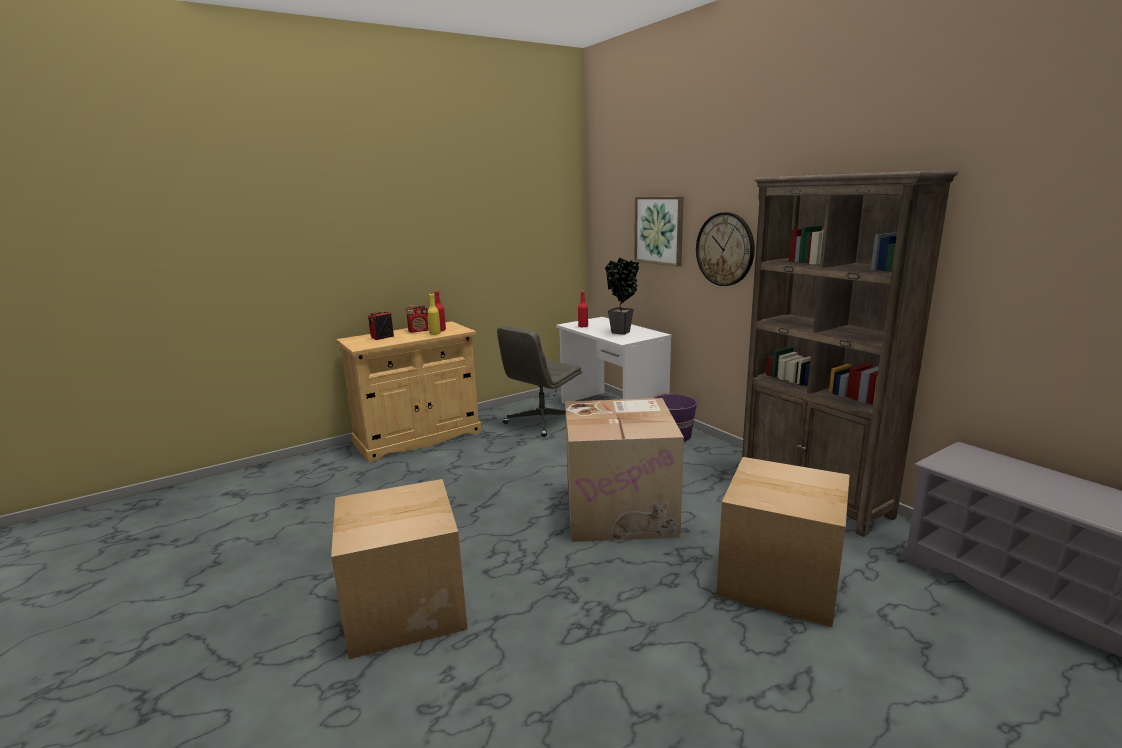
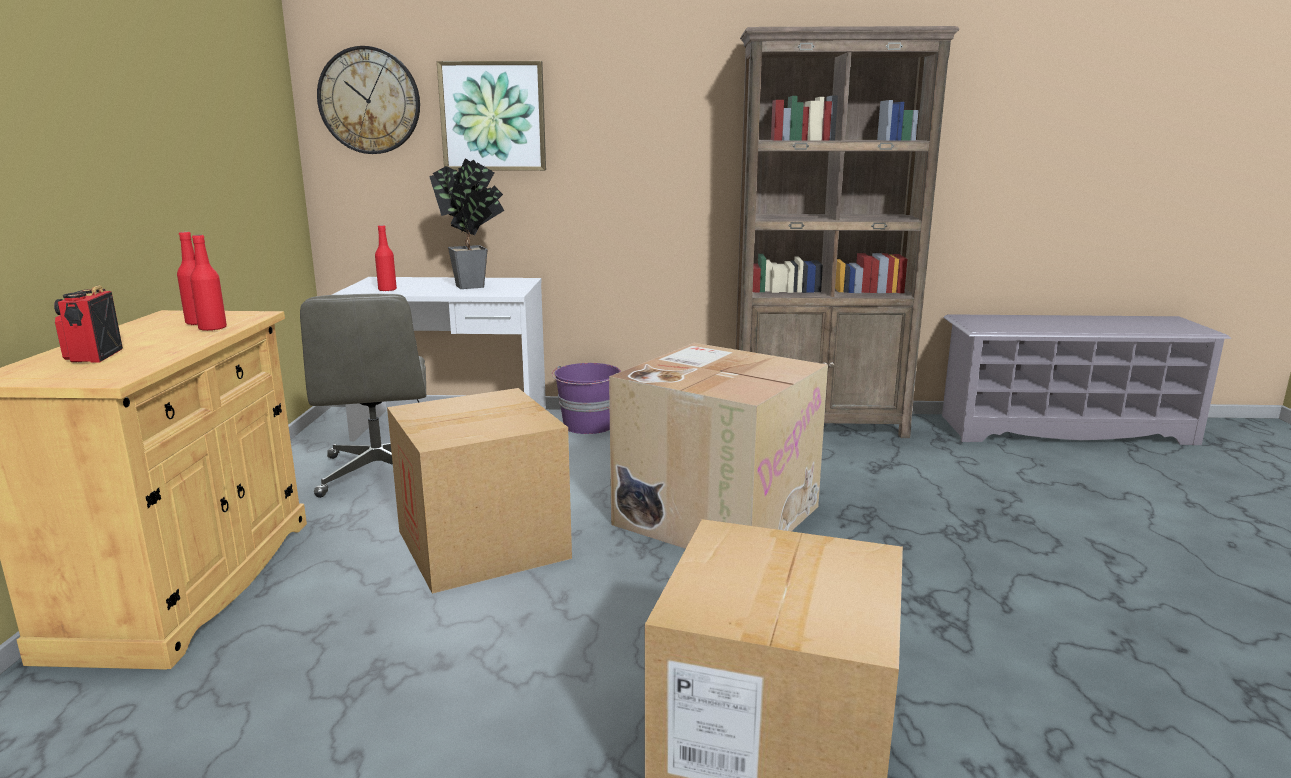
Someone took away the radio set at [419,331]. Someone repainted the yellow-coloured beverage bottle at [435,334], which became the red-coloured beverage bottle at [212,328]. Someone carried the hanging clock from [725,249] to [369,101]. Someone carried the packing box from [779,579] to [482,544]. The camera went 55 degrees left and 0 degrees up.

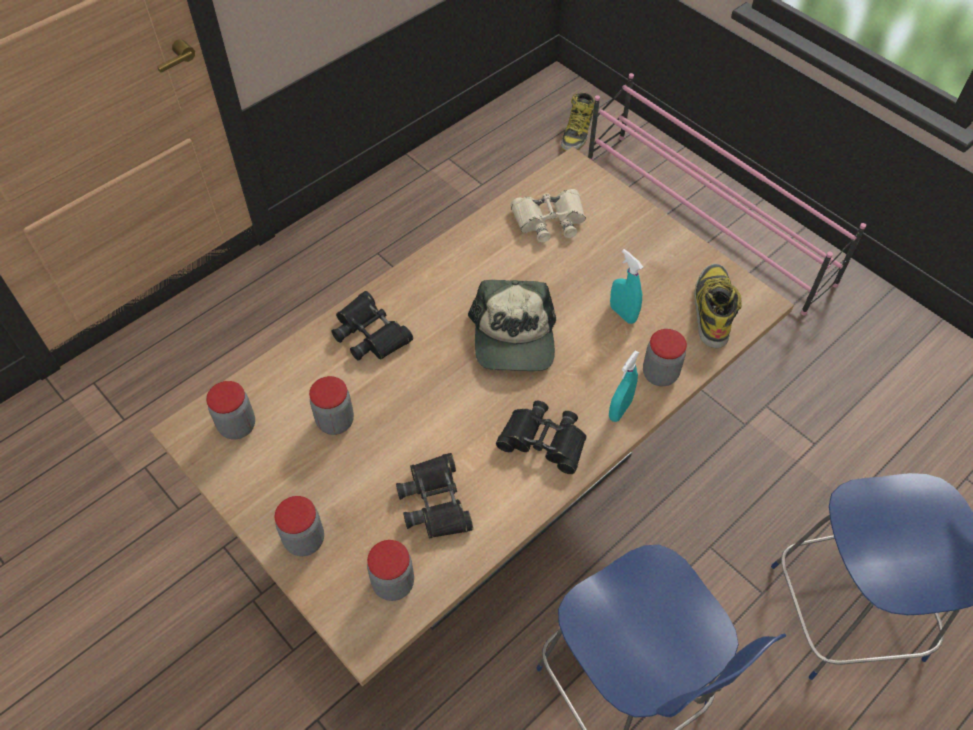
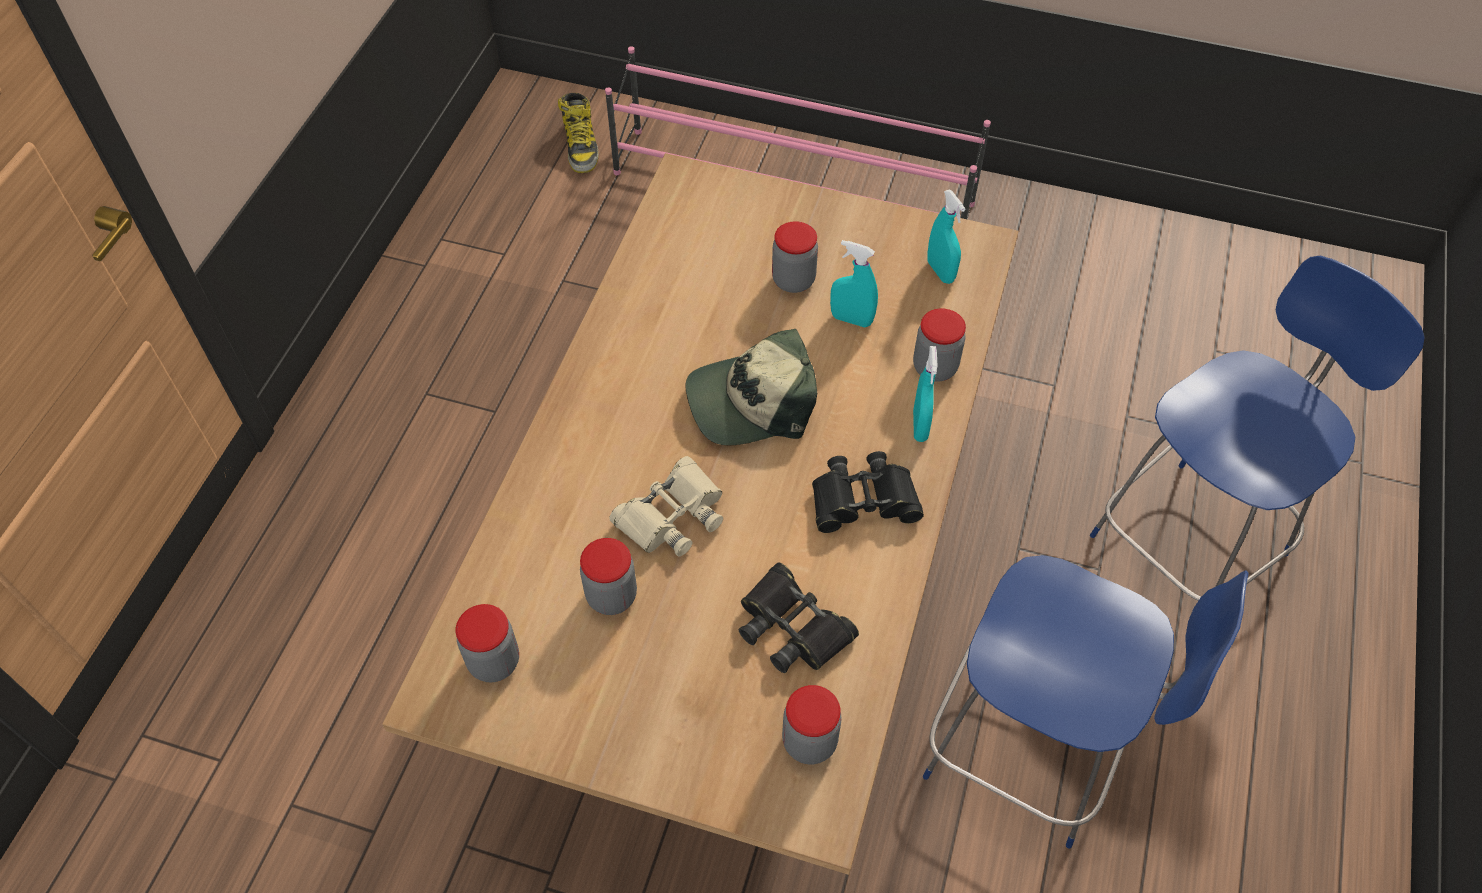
Someone carried the preserve jar from [304,540] to [793,280]. Someone took away the blackish field glasses at [370,333]. Someone rotated the cap at [514,338] by 105 degrees clockwise. Someone carried the beige-coloured field glasses from [549,220] to [672,515]. Someone swapped the high-top boot at [712,308] for the blue-green sprayer at [940,271]. The camera went 30 degrees left and 0 degrees up.

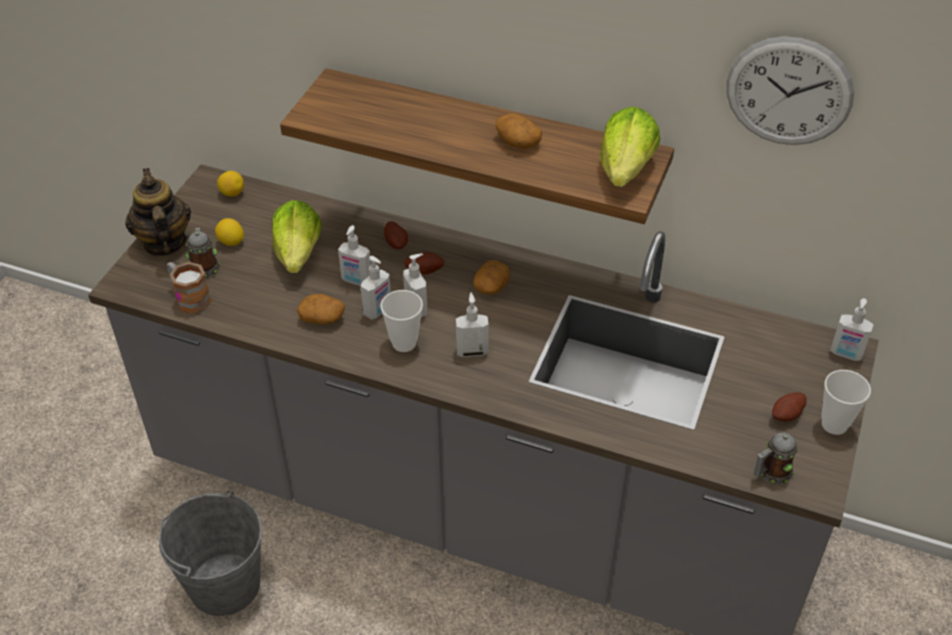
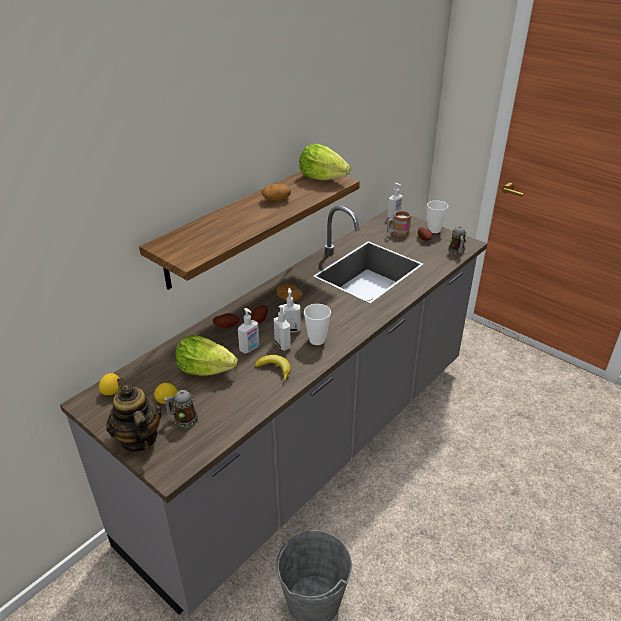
Someone rotated the teapot at [164,243] by 60 degrees clockwise. Someone carried the mug from [189,297] to [397,233]. Someone swapped the whole potato at [322,318] for the banana at [275,369]. Someone took away the soap dispenser at [472,351]. Someone took away the hanging clock at [789,92]. The camera went 70 degrees left and 10 degrees down.

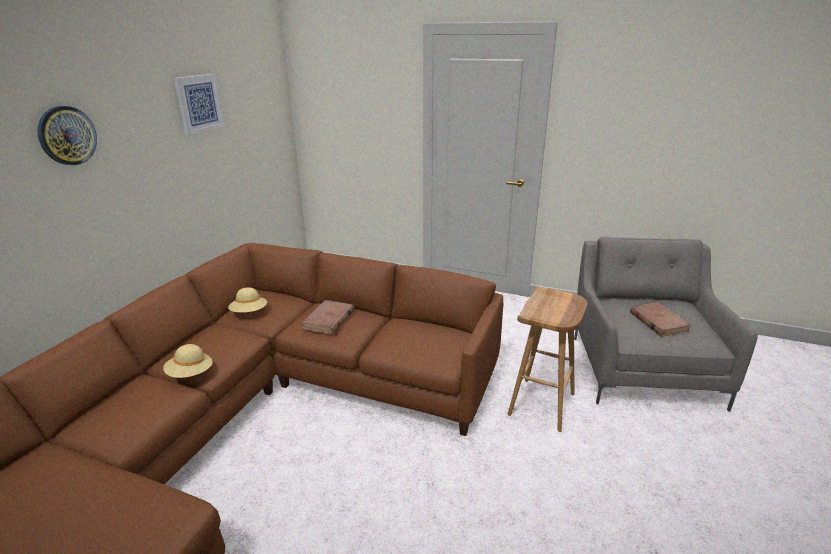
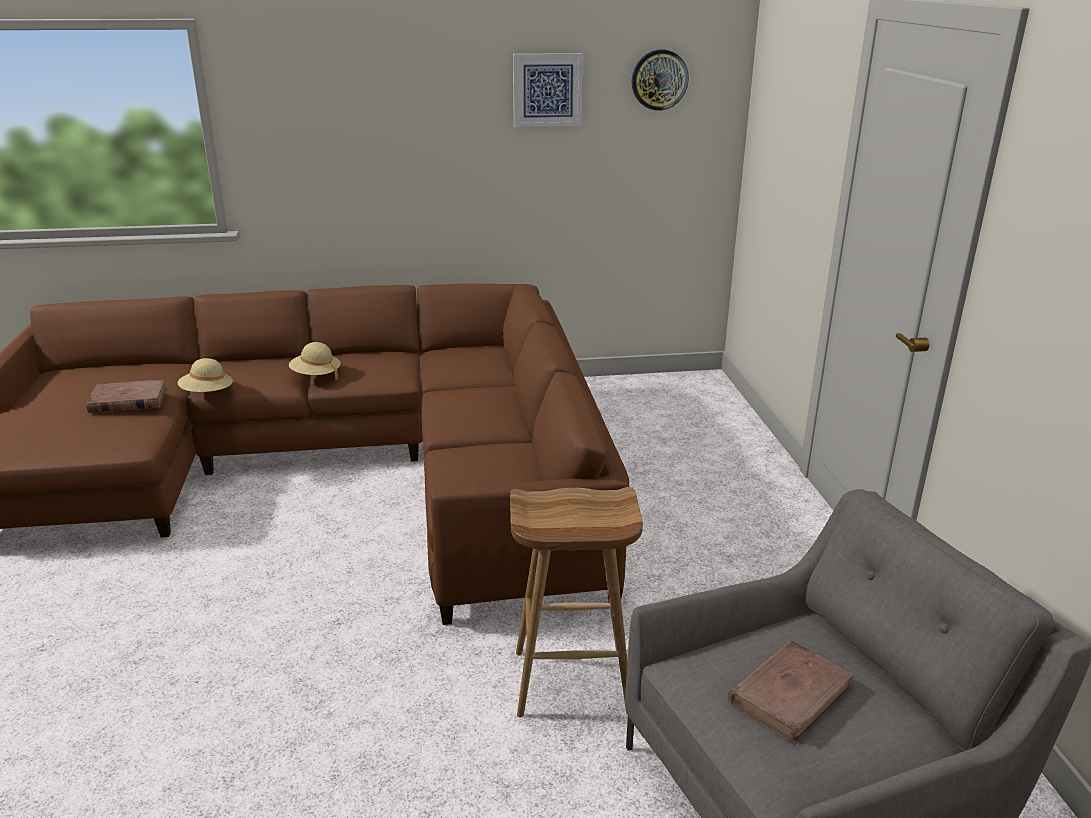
Someone carried the hanging clock from [67,135] to [659,80]. Someone carried the beige-coloured wearable hat from [249,312] to [207,393]. Someone carried the brown-coloured bound book from [329,320] to [128,400]. The camera went 60 degrees right and 0 degrees up.

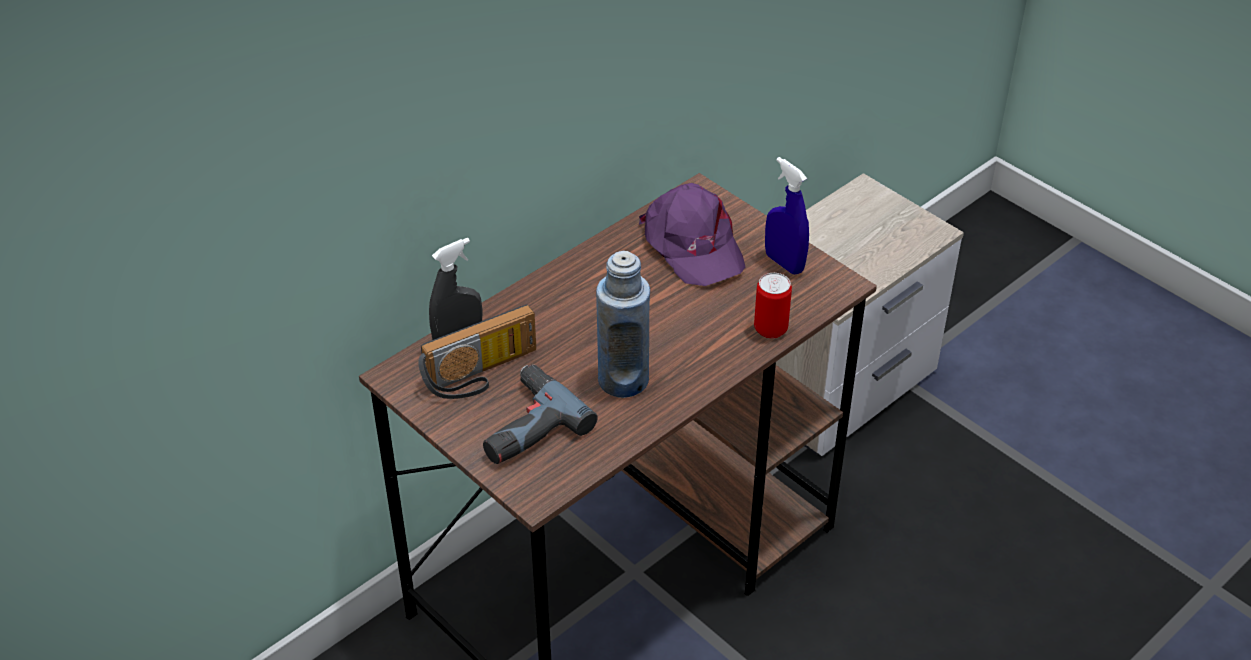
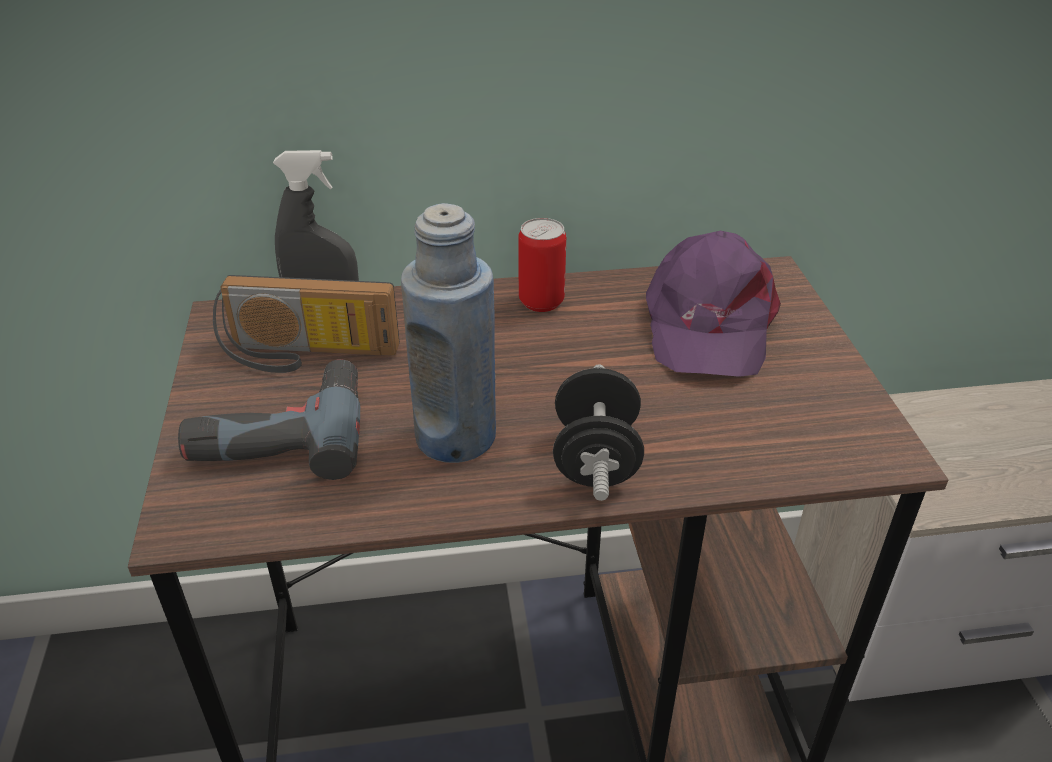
Someone carried the can from [770,329] to [541,302]. Someone took away the blue sprayer at [784,263]. Someone put down the blackish hand weight at [596,459]. The camera went 35 degrees right and 5 degrees down.

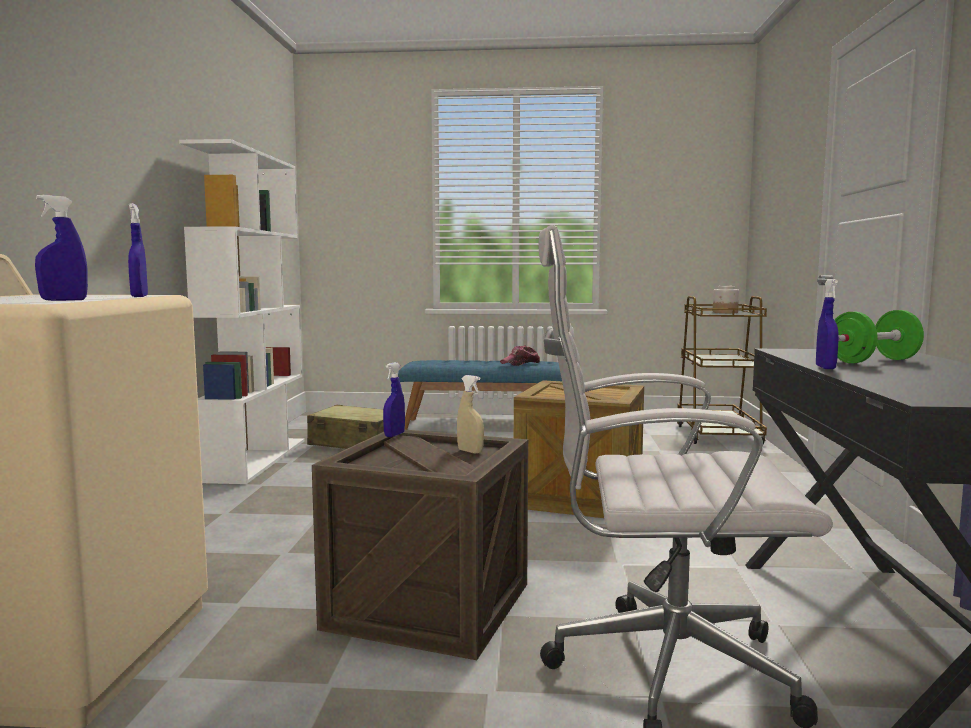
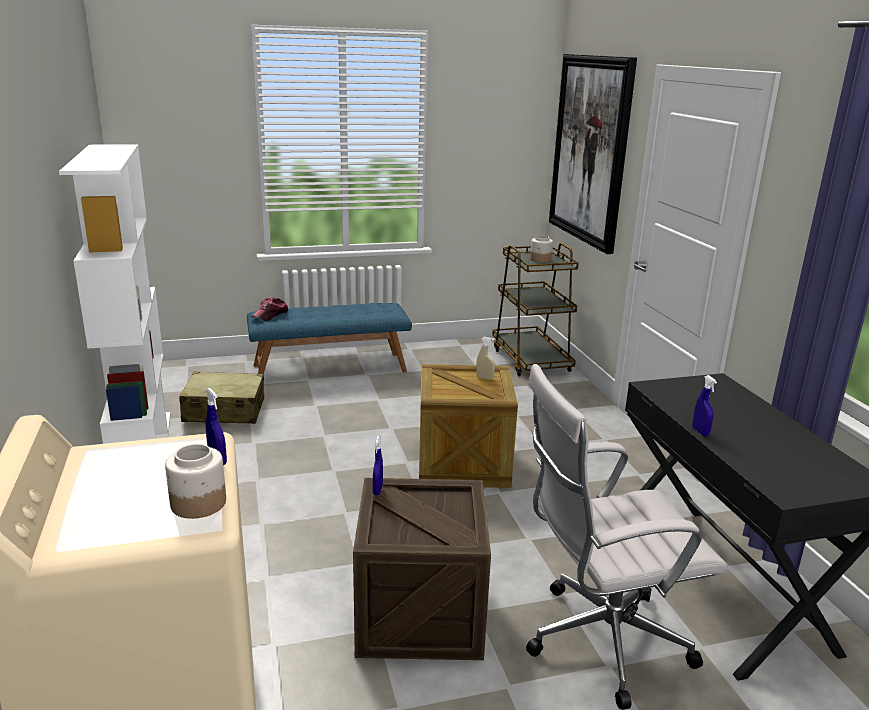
Someone swapped the blue sprayer at [64,300] for the preserve jar at [197,503]. Someone carried the beige-coloured sprayer from [470,451] to [485,378]. Someone carried the cap from [520,363] to [270,314]. Someone took away the greenish hand weight at [873,361]. Someone put up the wall art at [590,150]. The camera went 20 degrees left and 15 degrees up.

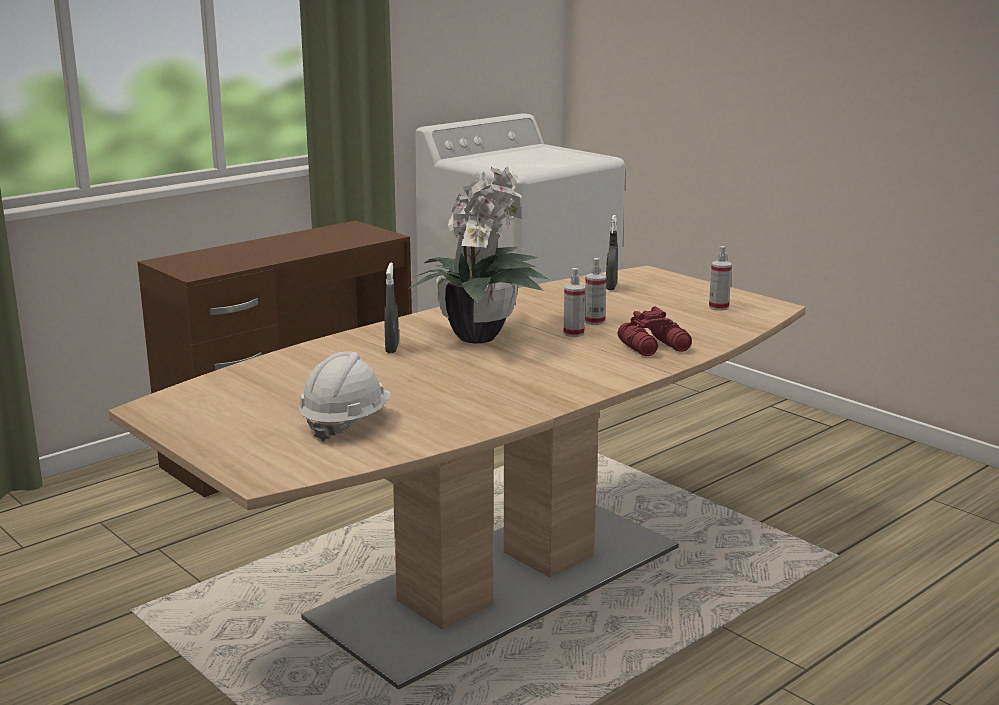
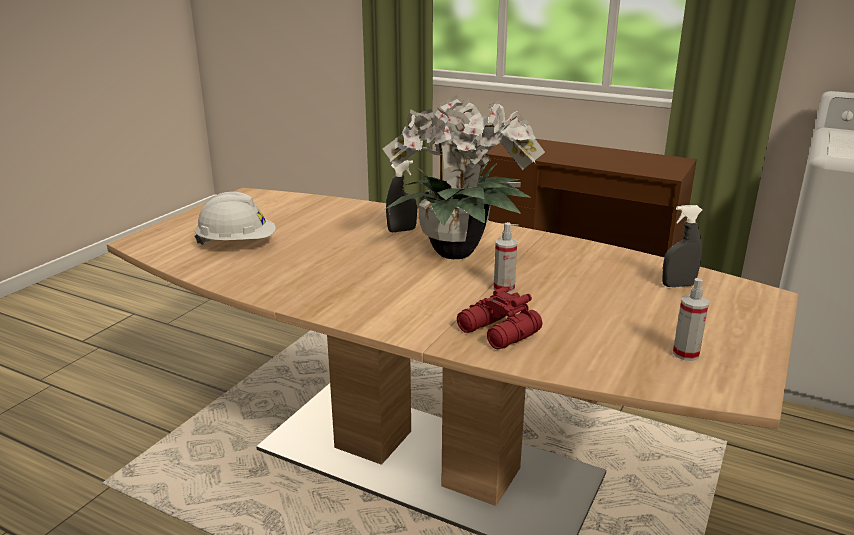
Someone took away the sprayer at [594,321]. The camera went 70 degrees right and 5 degrees up.

